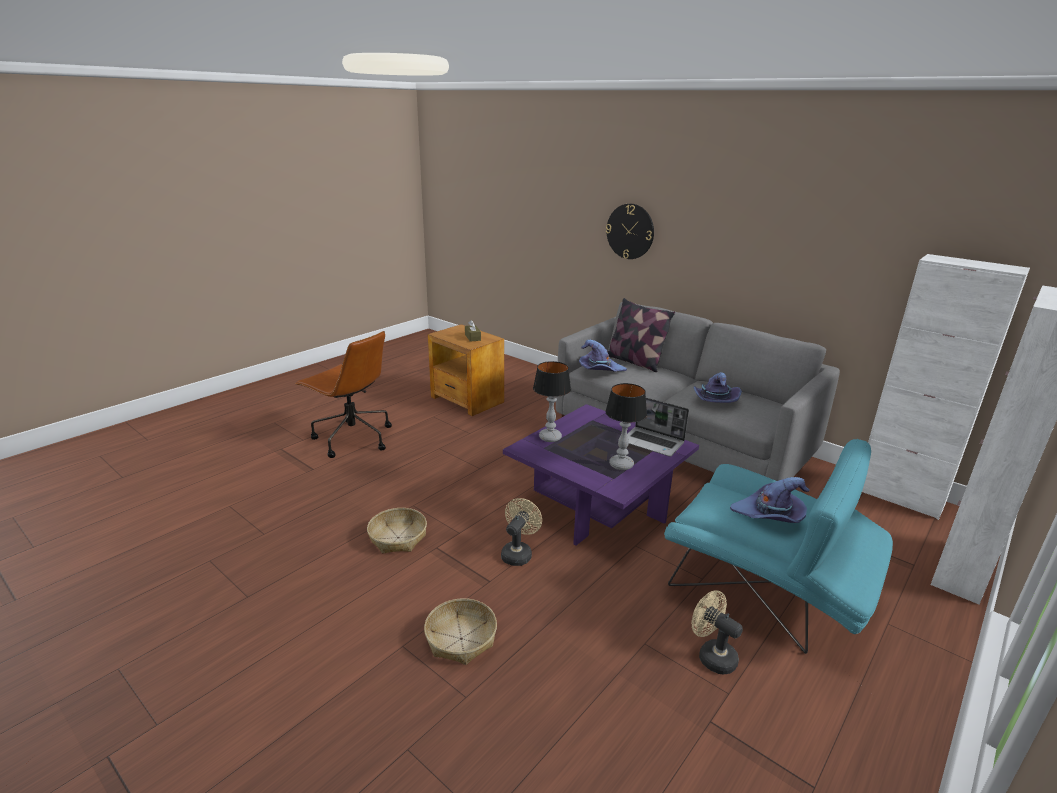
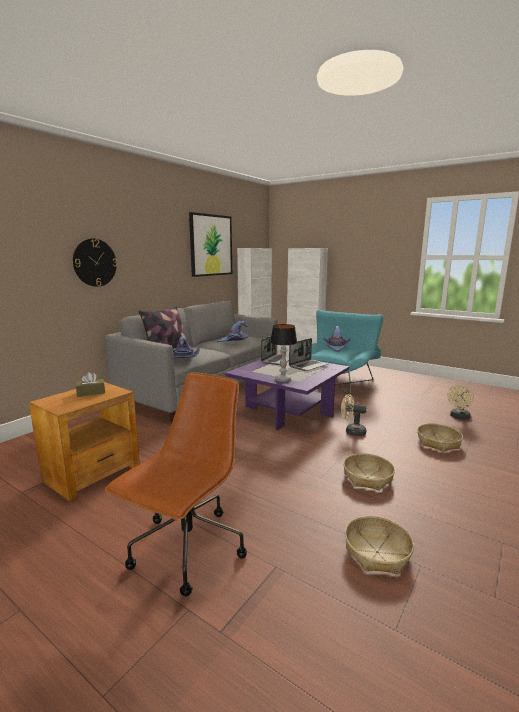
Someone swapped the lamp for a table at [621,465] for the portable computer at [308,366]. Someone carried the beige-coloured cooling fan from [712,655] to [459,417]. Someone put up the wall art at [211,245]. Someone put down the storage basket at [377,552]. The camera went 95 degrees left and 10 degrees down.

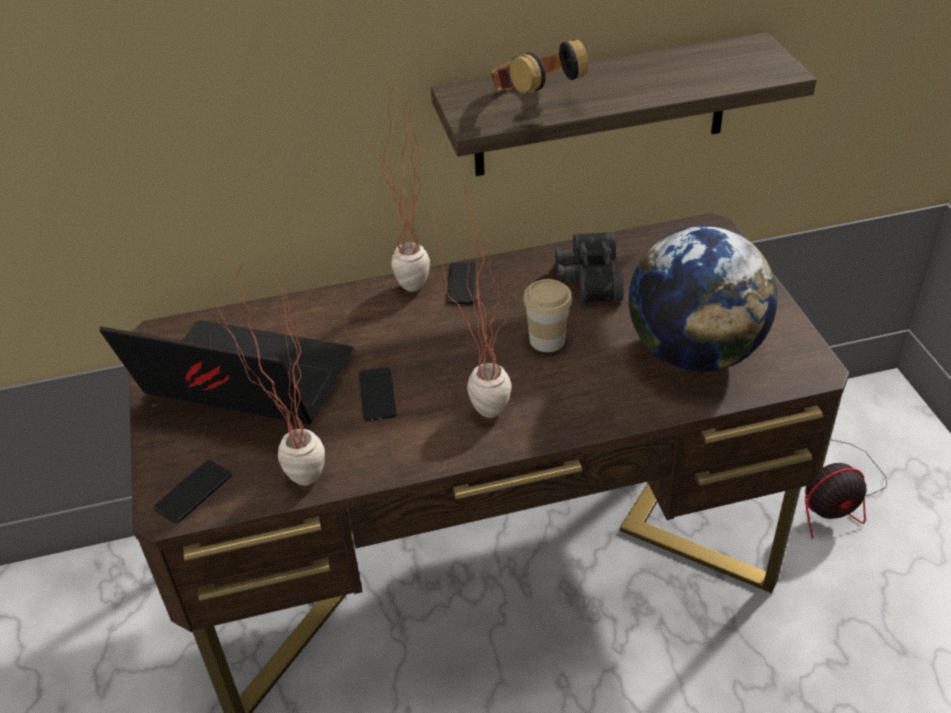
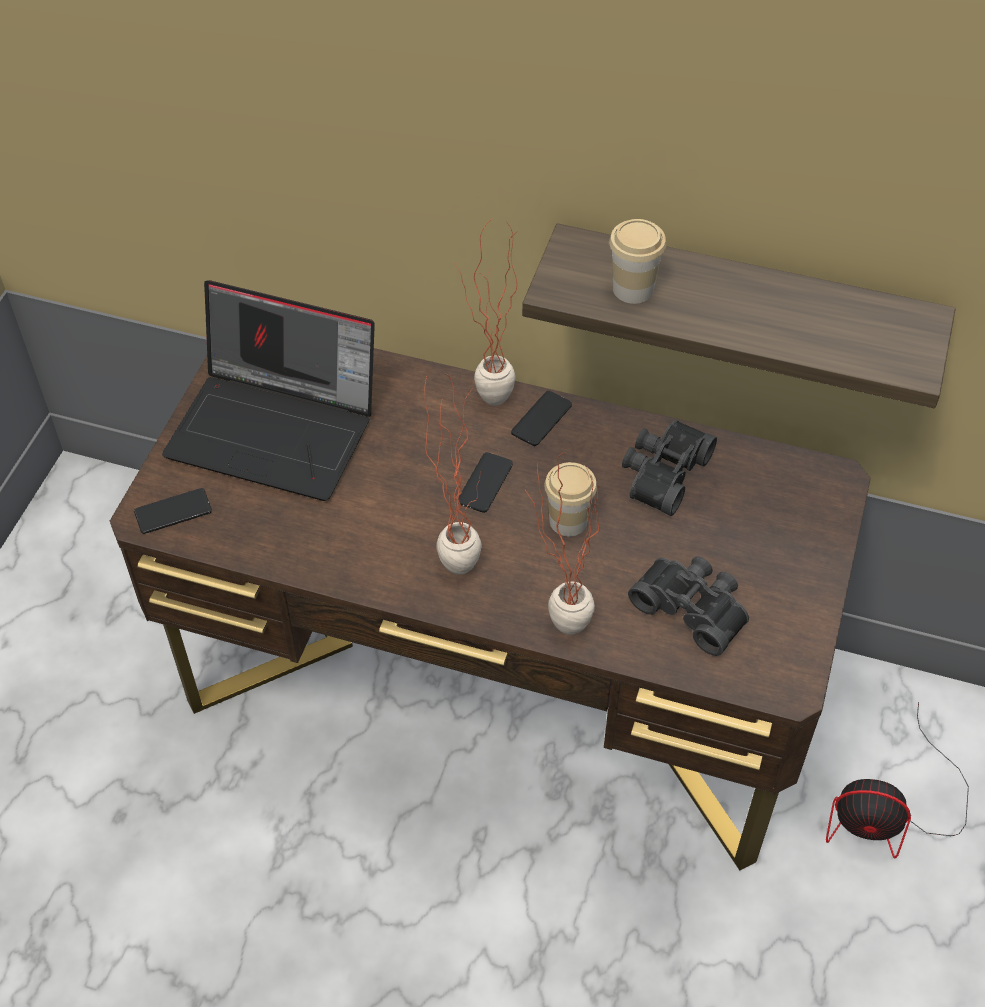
Someone rotated the portable computer at [241,385] by 150 degrees clockwise. Someone carried the houseplant from [292,483] to [555,624]. Someone carried the phone from [377,395] to [485,483]. Someone swapped the headphones at [534,101] for the cup at [633,289]. Someone swapped the world globe at [695,352] for the blackish field glasses at [693,607]. The camera went 30 degrees right and 10 degrees up.

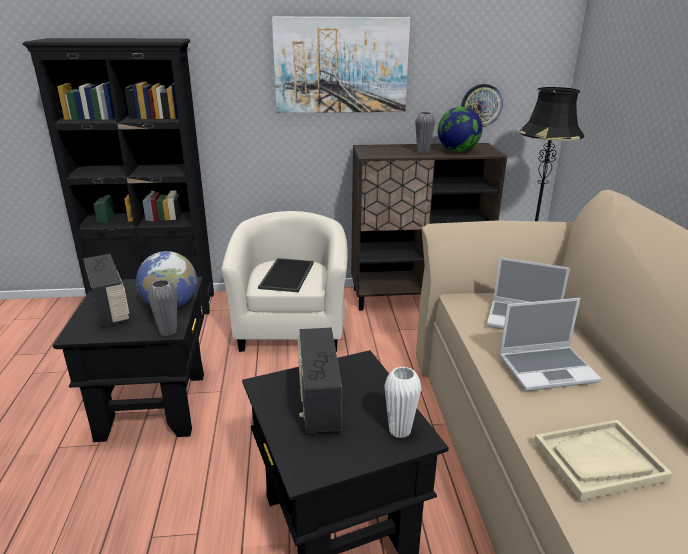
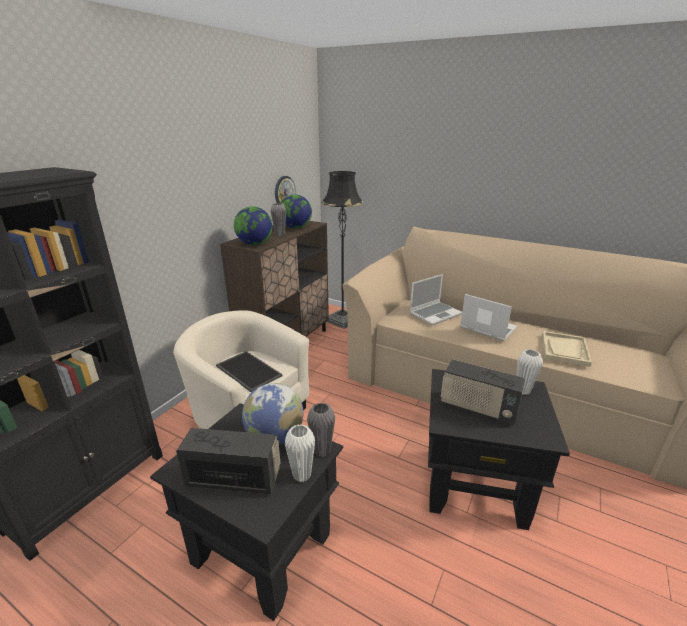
Someone took away the wall art at [341,65]. Someone rotated the portable computer at [547,368] by 75 degrees counterclockwise. Someone put down the world globe at [255,244]. Someone put down the white decorative vase at [302,475]. The camera went 55 degrees left and 0 degrees up.

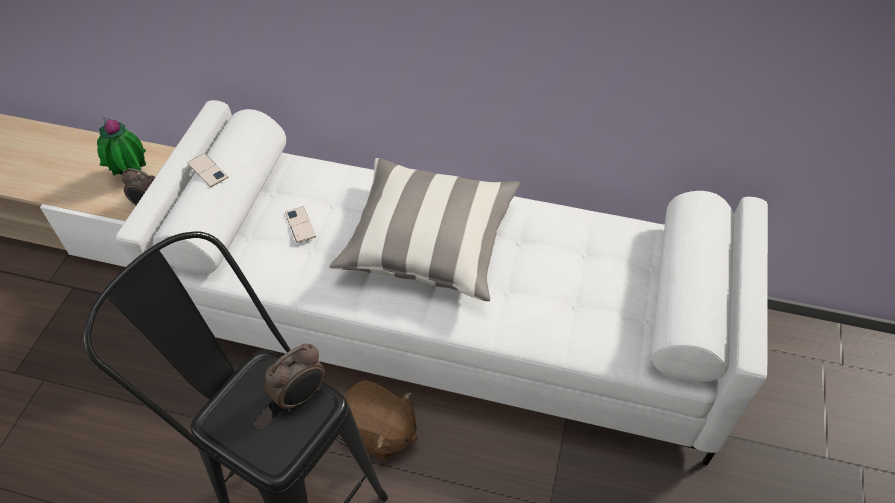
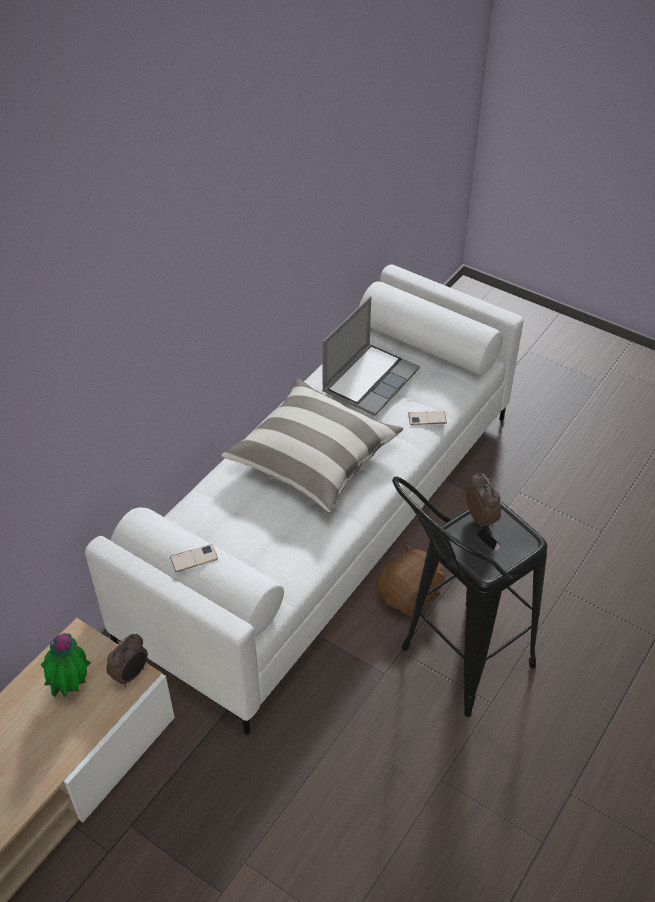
Someone carried the phone from [300,224] to [427,418]. Someone put down the portable computer at [370,380]. The camera went 70 degrees left and 5 degrees down.

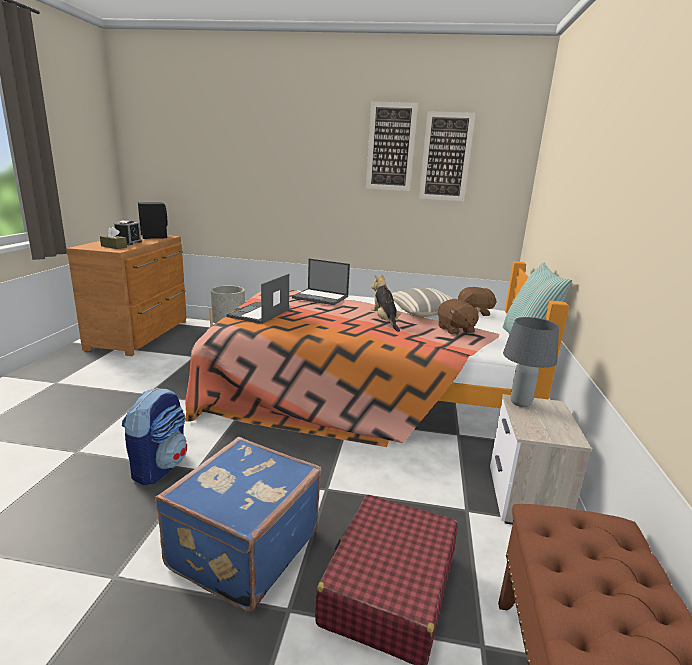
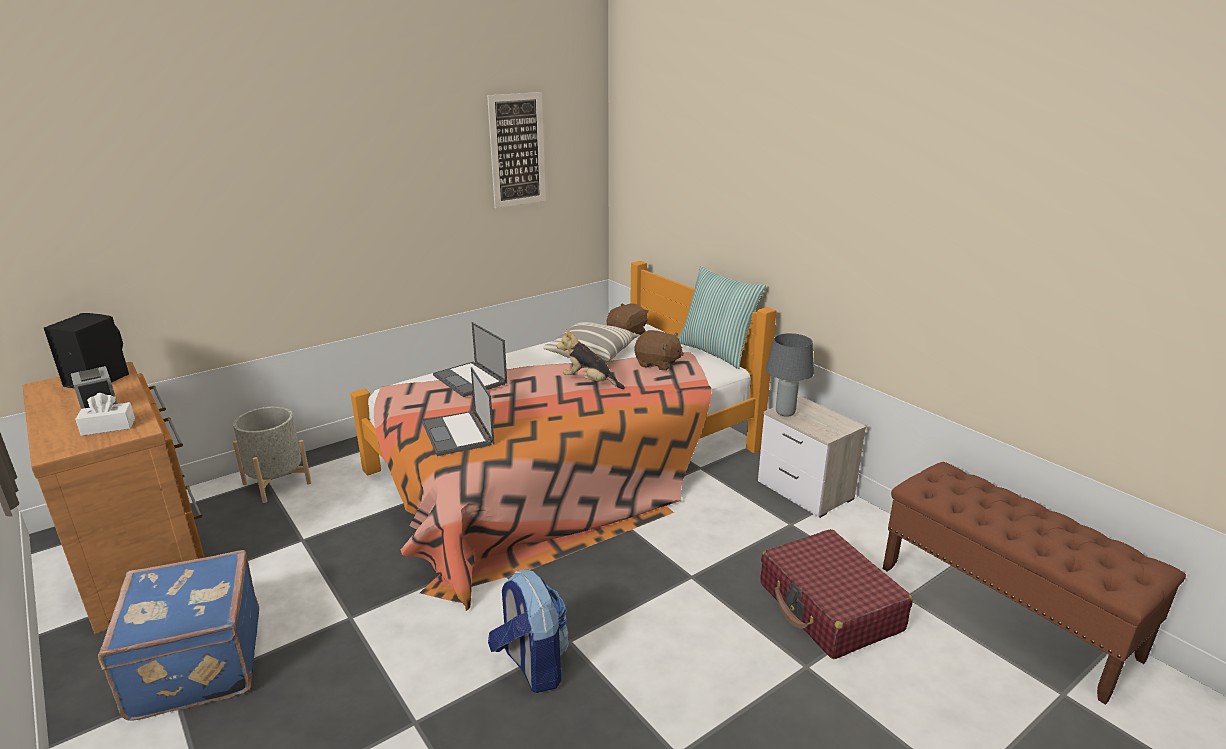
Someone repainted the brown-coloured tissue box at [114,247], which became the white tissue box at [108,427]. Someone carried the blue travel case from [241,548] to [194,665]. Someone rotated the portable computer at [321,297] by 75 degrees clockwise. Someone took away the wall art at [391,147]. The camera went 45 degrees left and 5 degrees up.

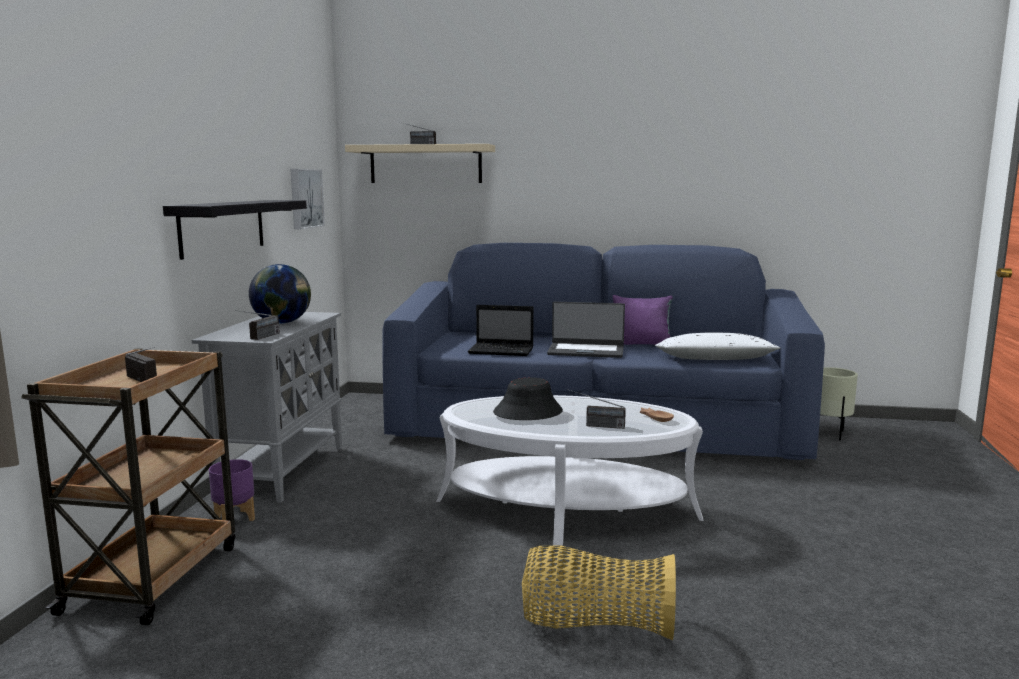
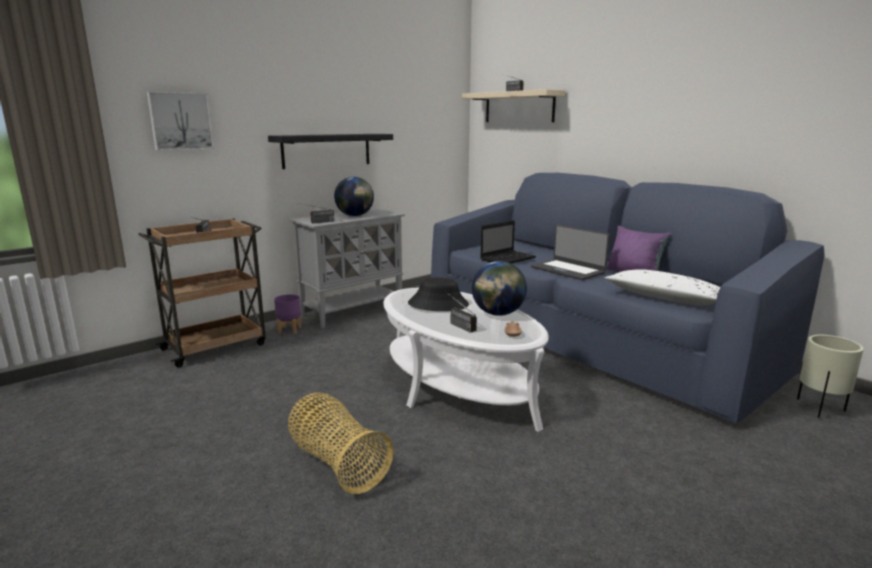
Someone carried the wall art from [305,198] to [180,121]. Someone rotated the portable computer at [502,351] by 90 degrees counterclockwise. Someone put down the world globe at [498,314]. The camera went 40 degrees right and 5 degrees up.

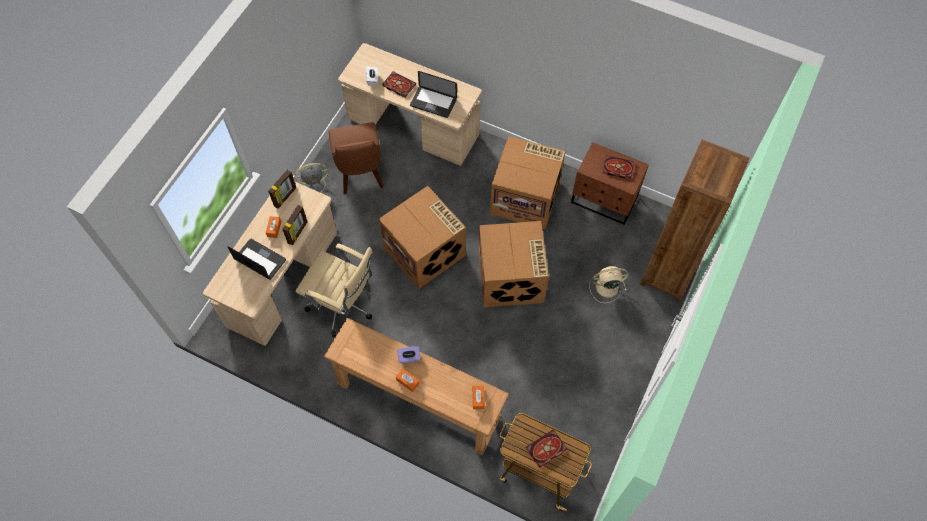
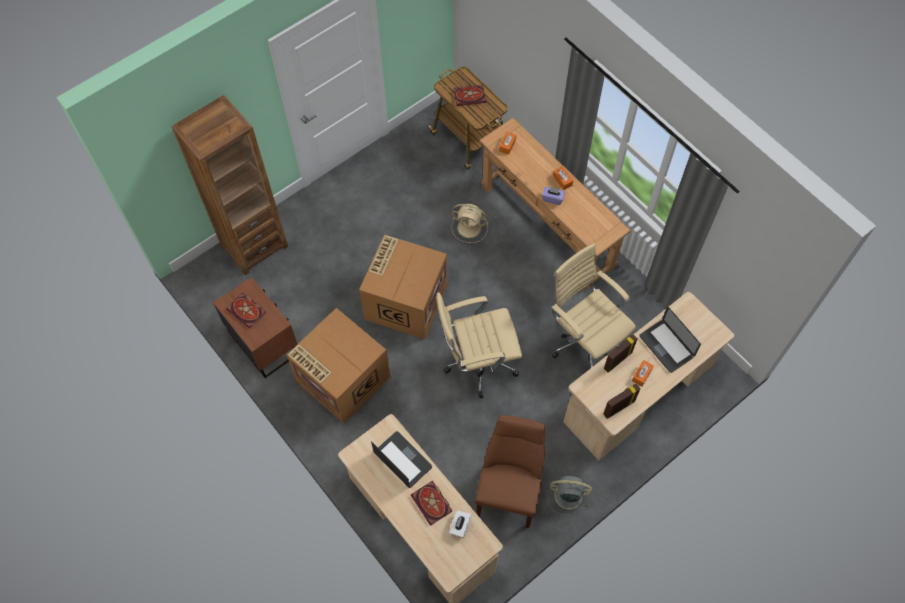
Someone swapped the packing box at [425,251] for the beige-coloured computer chair at [477,363]. Someone carried the beige-coloured cooling fan from [606,287] to [470,228]. The camera went 155 degrees left and 0 degrees up.

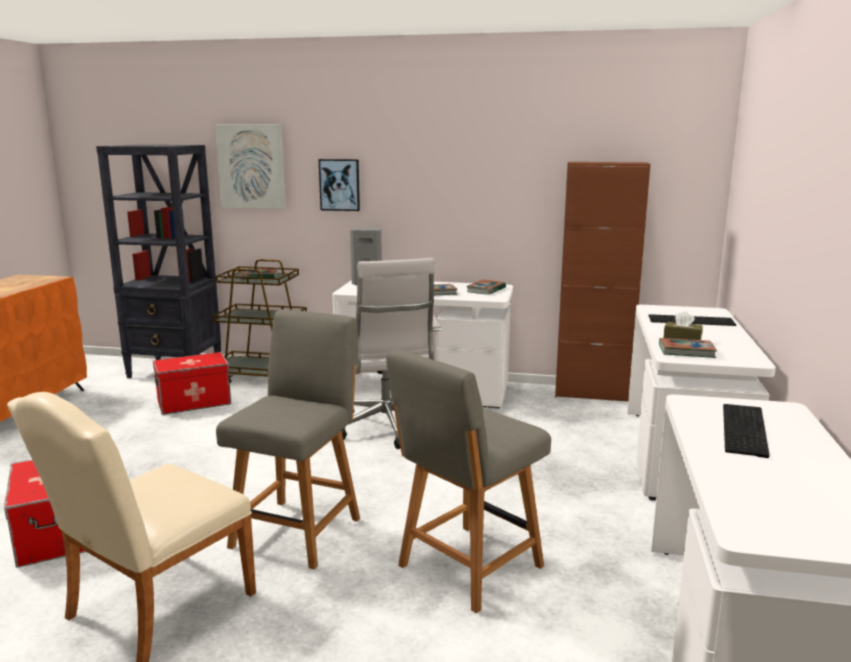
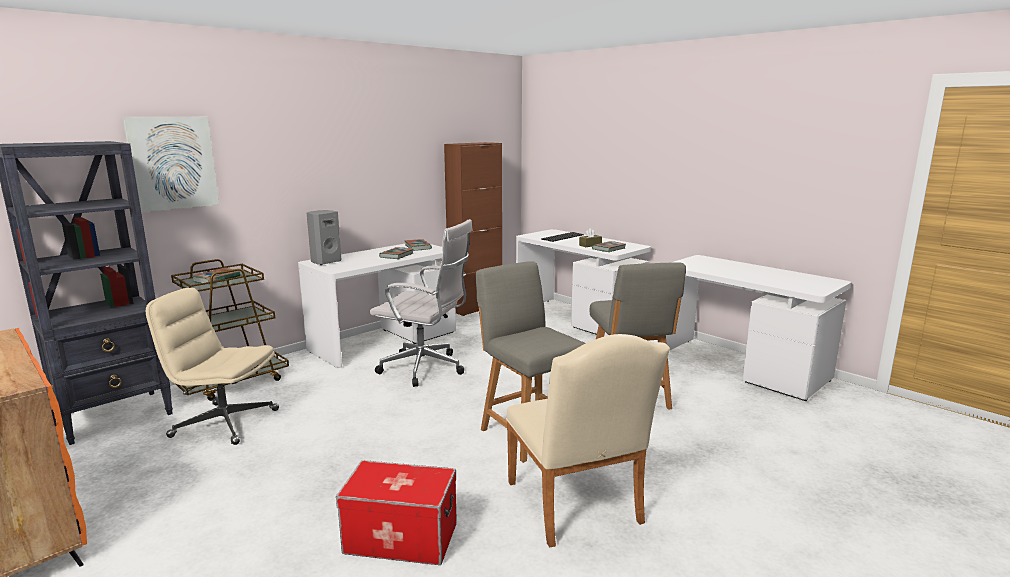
Someone swapped the storage container at [194,402] for the beige-coloured computer chair at [224,423]. Someone took away the wall art at [339,185]. Someone took away the computer keyboard at [746,430]. The camera went 55 degrees left and 0 degrees up.

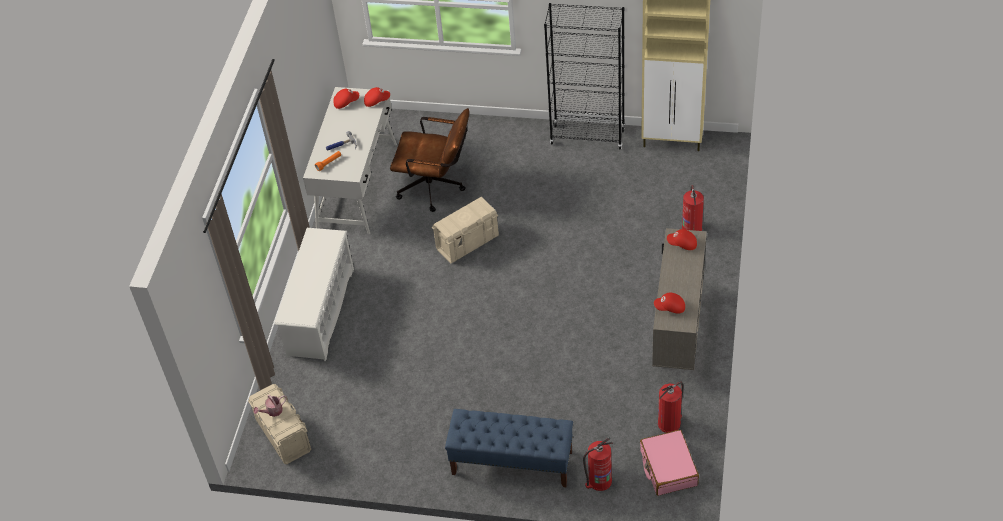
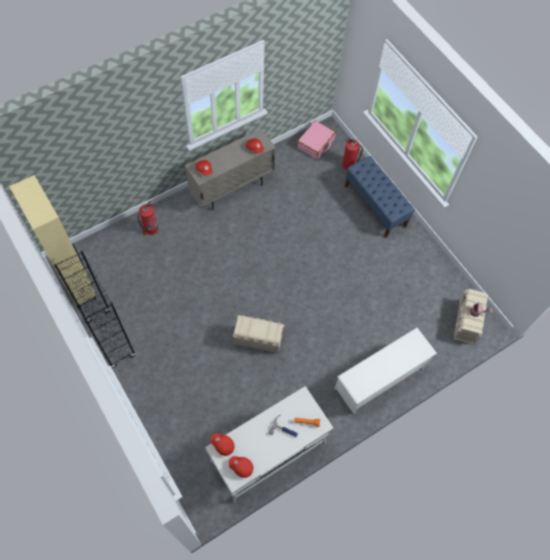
Someone took away the brown-coloured computer chair at [436,188]. Someone took away the fire extinguisher at [670,423]. The camera went 140 degrees left and 15 degrees up.

